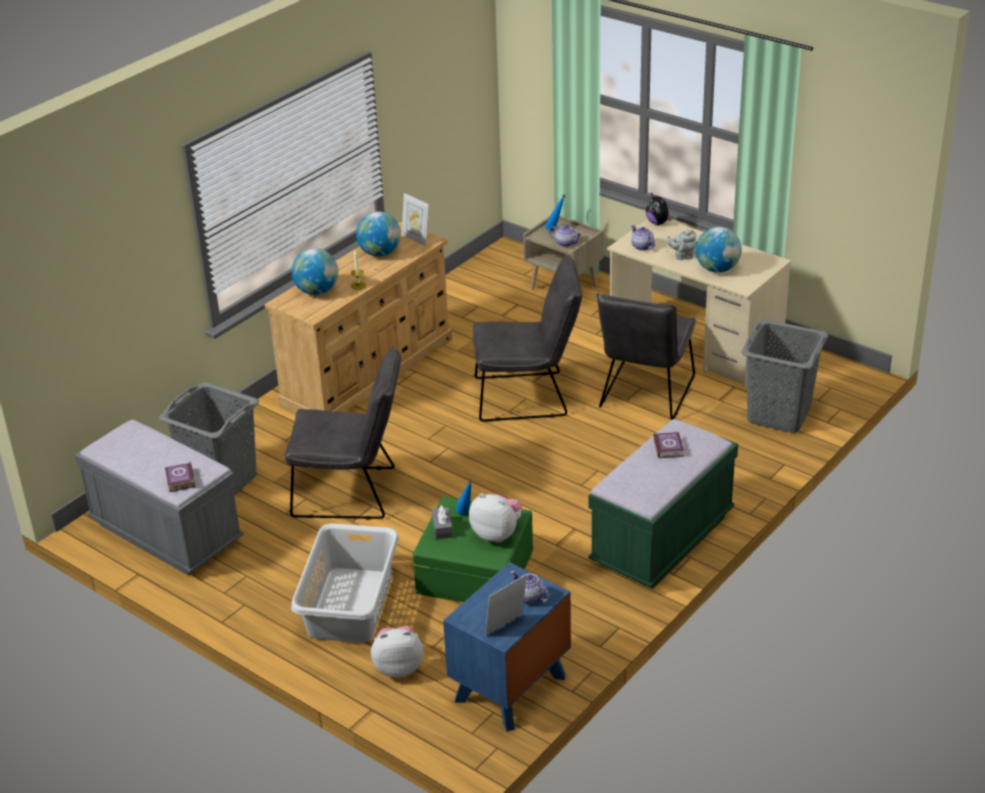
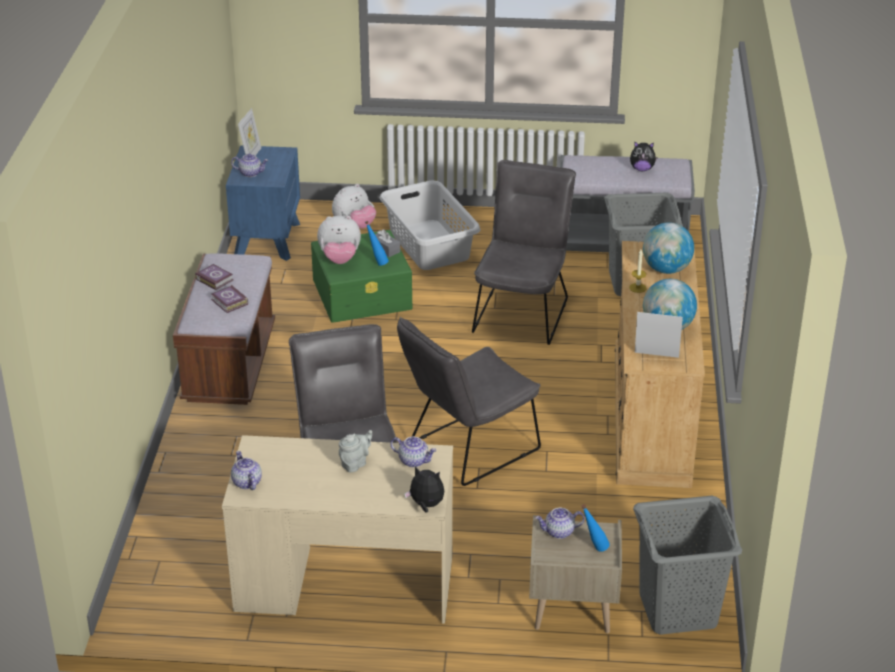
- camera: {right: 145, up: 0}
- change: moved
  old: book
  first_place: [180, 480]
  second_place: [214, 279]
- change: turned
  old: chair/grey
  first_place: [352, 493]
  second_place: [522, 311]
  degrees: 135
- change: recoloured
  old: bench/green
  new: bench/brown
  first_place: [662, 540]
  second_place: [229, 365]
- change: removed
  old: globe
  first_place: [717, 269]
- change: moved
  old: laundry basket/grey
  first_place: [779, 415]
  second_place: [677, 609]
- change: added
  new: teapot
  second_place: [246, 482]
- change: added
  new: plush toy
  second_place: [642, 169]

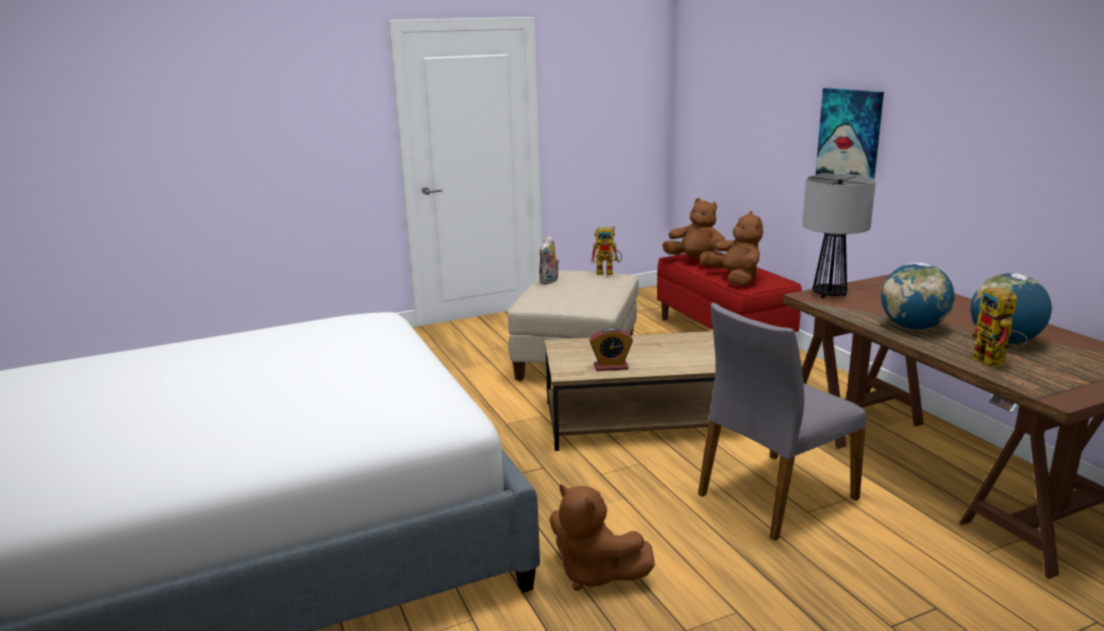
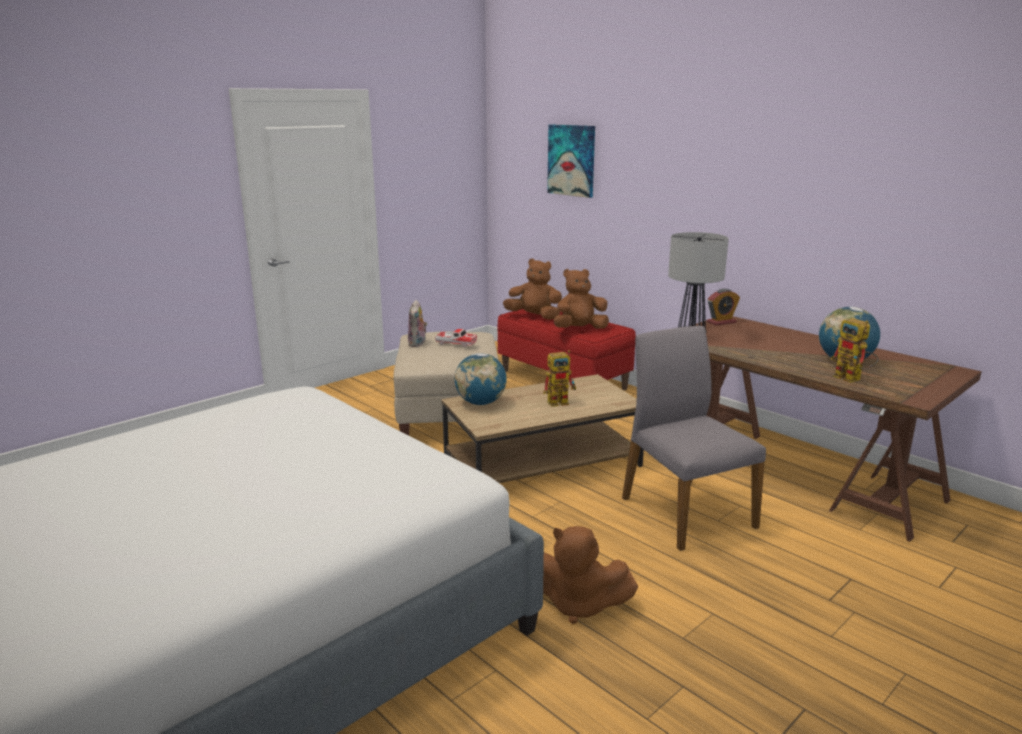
- camera: {right: -20, up: 0}
- change: moved
  old: alarm clock
  first_place: [611, 367]
  second_place: [721, 322]
- change: moved
  old: toy robot
  first_place: [609, 272]
  second_place: [561, 402]
- change: turned
  old: chair/grey
  first_place: [774, 496]
  second_place: [685, 511]
  degrees: 120
- change: turned
  old: plush toy/brown
  first_place: [736, 279]
  second_place: [579, 329]
  degrees: -75
- change: moved
  old: picture
  first_place: [850, 135]
  second_place: [572, 160]
- change: moved
  old: globe
  first_place: [913, 327]
  second_place: [481, 403]
- change: added
  new: toy car
  second_place: [456, 343]

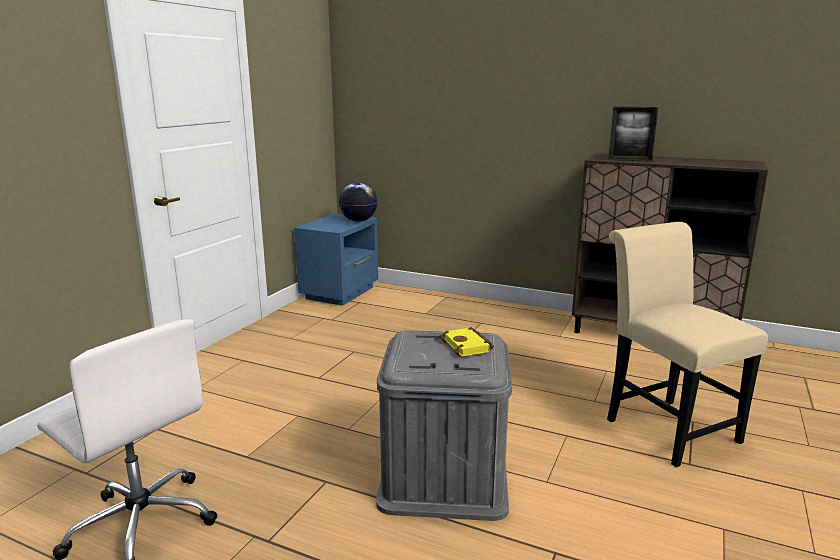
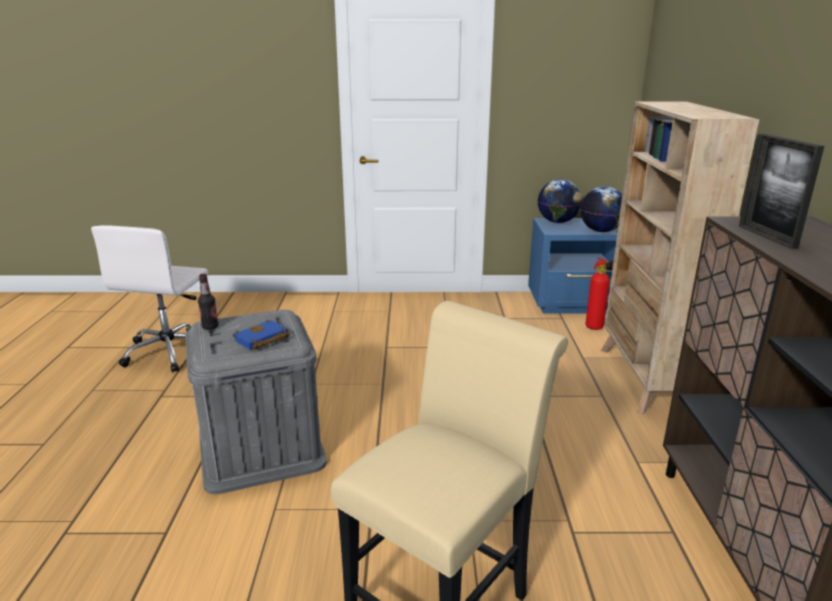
- camera: {right: 65, up: 5}
- change: recoloured
  old: book/yellow
  new: book/blue
  first_place: [468, 346]
  second_place: [261, 340]
- change: added
  new: bottle
  second_place: [210, 327]
- change: added
  new: globe
  second_place: [557, 222]
- change: added
  new: fire extinguisher
  second_place: [597, 327]
- change: added
  new: bookcase/beige
  second_place: [643, 379]

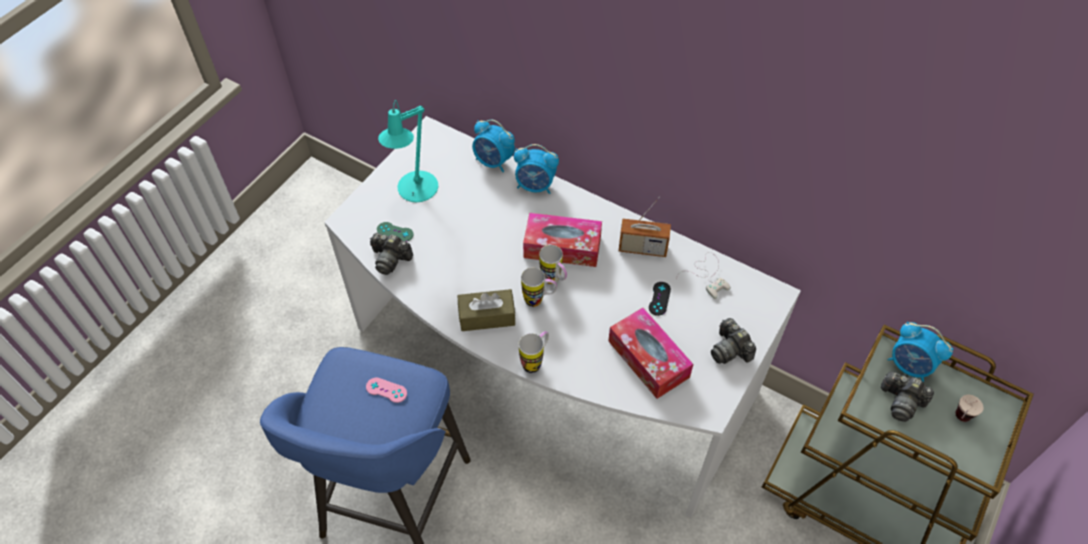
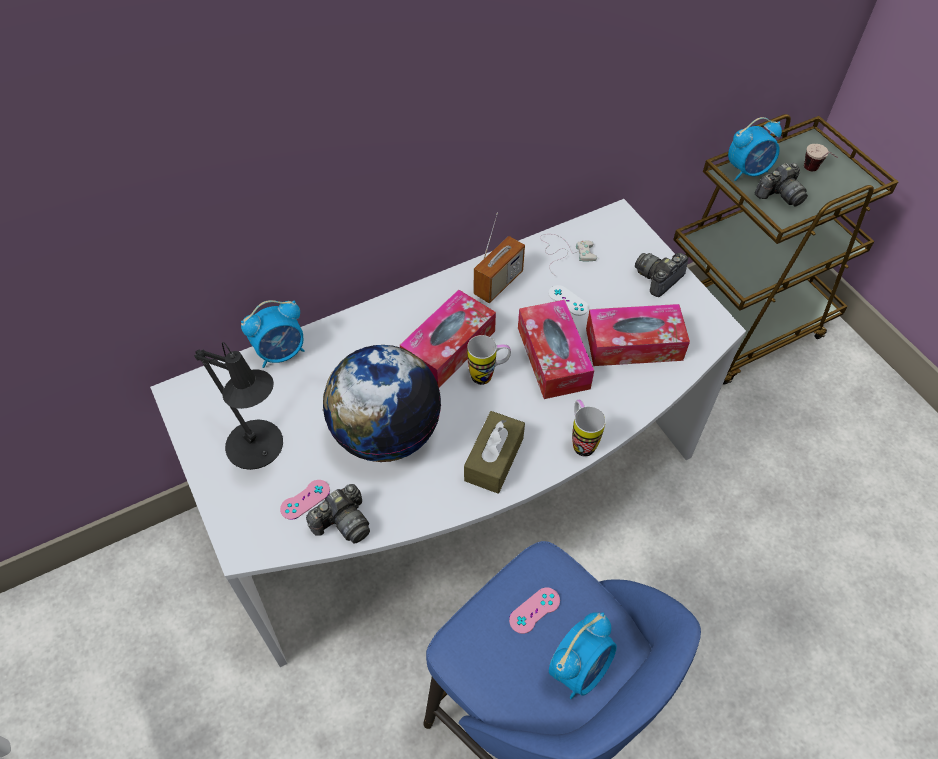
- camera: {right: -60, up: 0}
- change: recoloured
  old: game controller/green
  new: game controller/pink
  first_place: [395, 232]
  second_place: [305, 499]
- change: recoloured
  old: table lamp/turquoise
  new: table lamp/black
  first_place: [415, 191]
  second_place: [260, 450]
- change: moved
  old: alarm clock
  first_place: [535, 186]
  second_place: [580, 668]
- change: removed
  old: mug
  first_place: [539, 300]
- change: recoloured
  old: game controller/black
  new: game controller/white
  first_place: [659, 298]
  second_place: [568, 300]
- change: turned
  old: photo camera
  first_place: [730, 349]
  second_place: [659, 278]
  degrees: 135
- change: added
  new: globe
  second_place: [386, 433]
- change: added
  new: tissue box
  second_place: [553, 357]

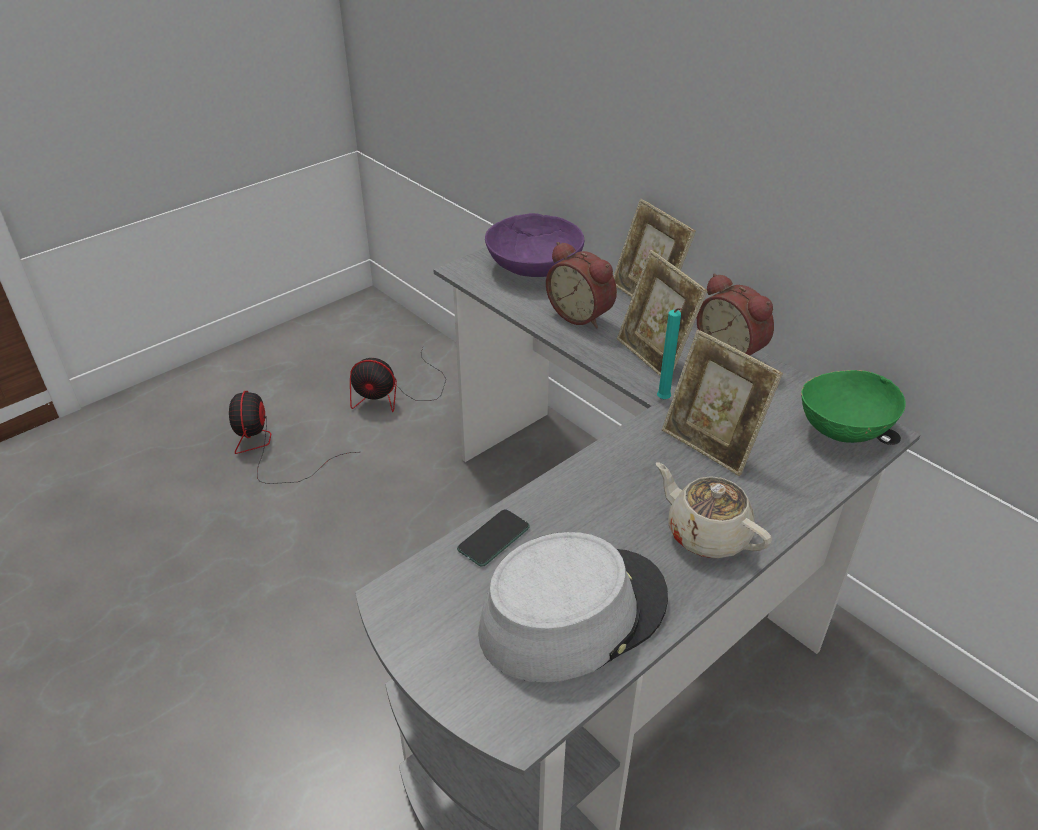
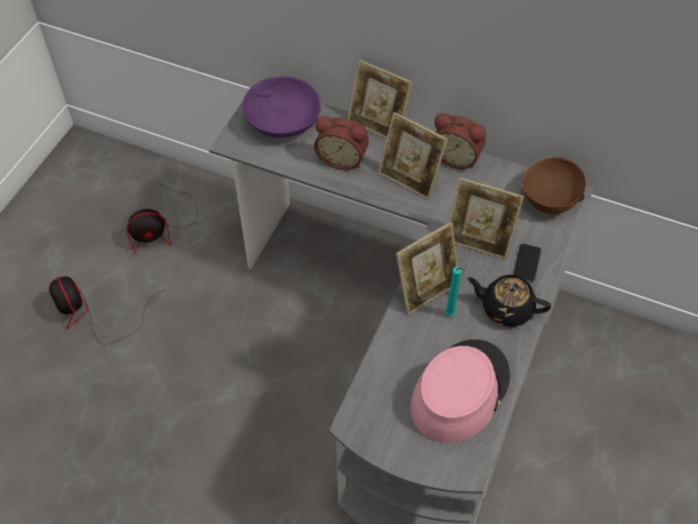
- camera: {right: -25, up: 15}
- change: moved
  old: phone
  first_place: [493, 538]
  second_place: [526, 263]
- change: recoloured
  old: hat/grey
  new: hat/pink
  first_place: [573, 613]
  second_place: [459, 391]
- change: recoloured
  old: teapot/beige
  new: teapot/black
  first_place: [706, 534]
  second_place: [506, 308]
- change: moved
  old: candle/turquoise
  first_place: [664, 401]
  second_place: [451, 315]
- change: recoloured
  old: bowl/green
  new: bowl/brown
  first_place: [843, 427]
  second_place: [549, 198]
- change: added
  new: picture frame
  second_place: [426, 290]

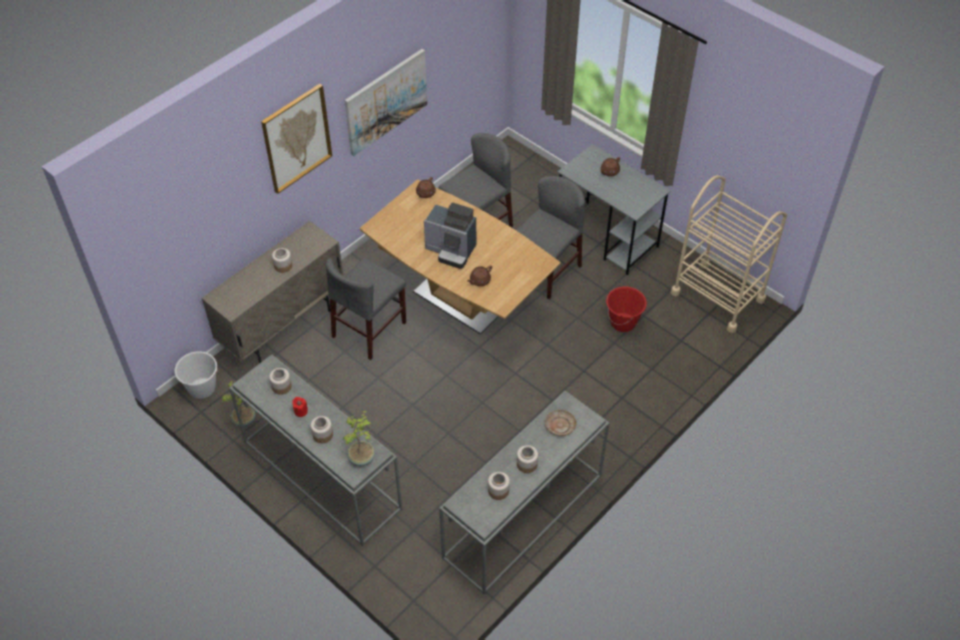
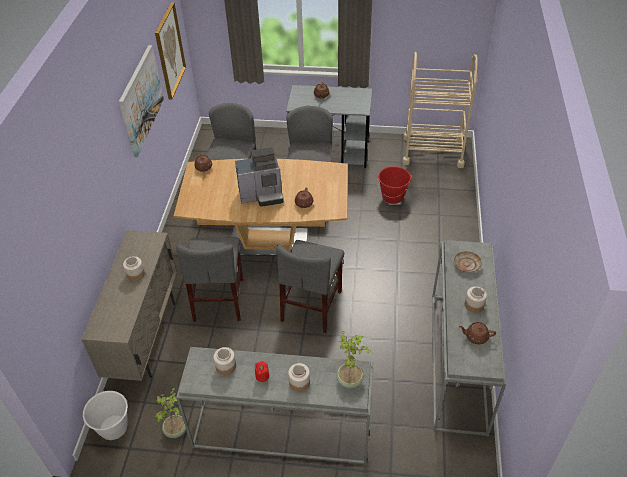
- camera: {right: -35, up: -5}
- change: moved
  old: picture
  first_place: [296, 138]
  second_place: [169, 51]
- change: replaced
  old: jar
  new: teapot/brown
  first_place: [498, 491]
  second_place: [476, 337]
- change: added
  new: chair/grey
  second_place: [311, 306]

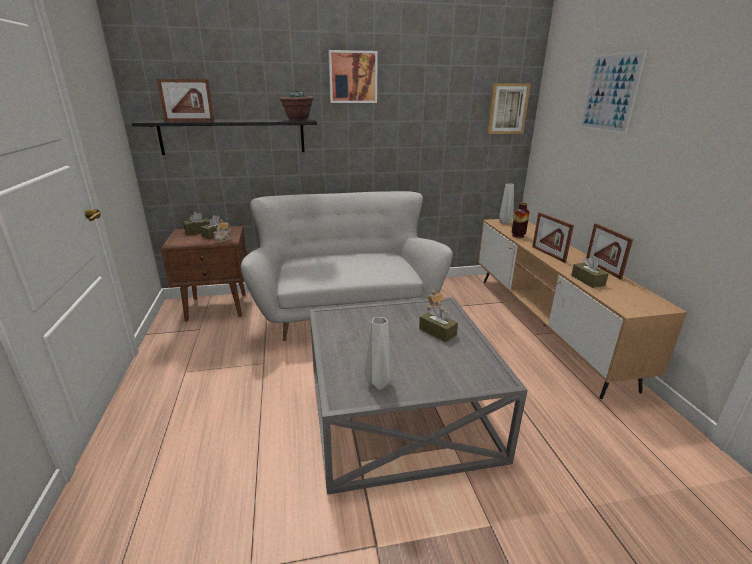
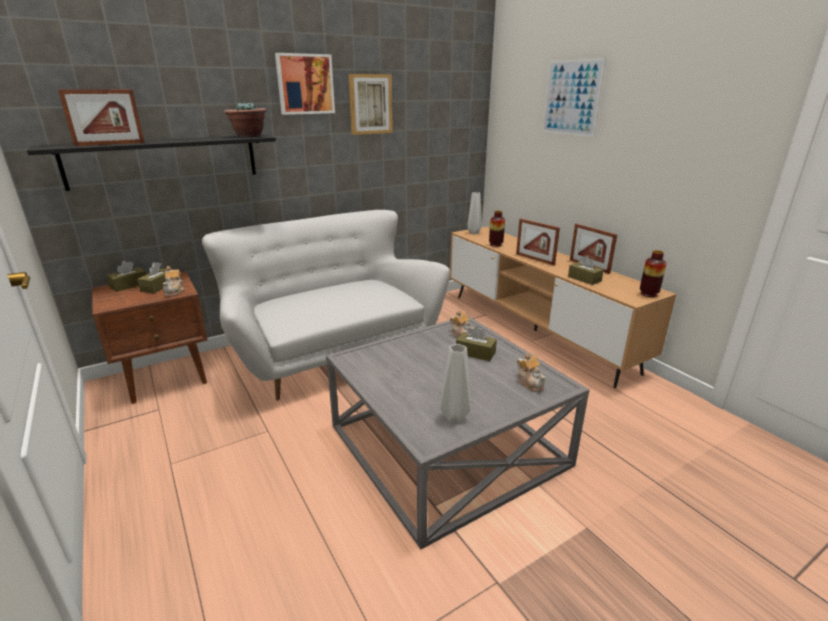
- camera: {right: -20, up: 0}
- change: moved
  old: picture
  first_place: [507, 108]
  second_place: [370, 104]
- change: added
  new: teapot
  second_place: [530, 383]
- change: added
  new: vase
  second_place: [648, 294]

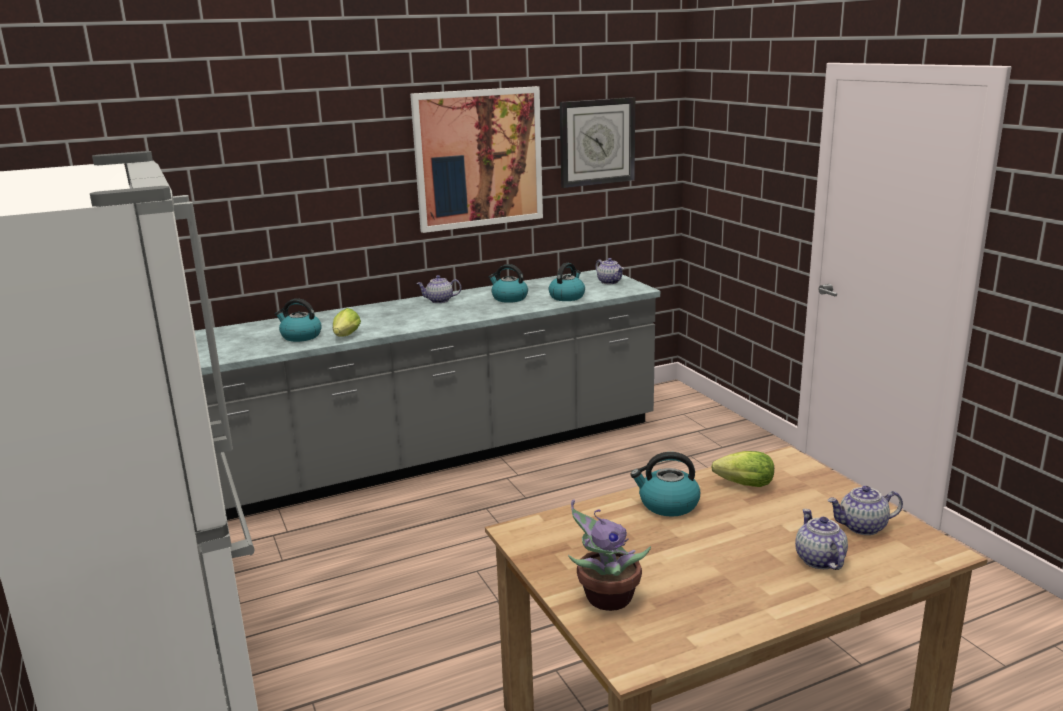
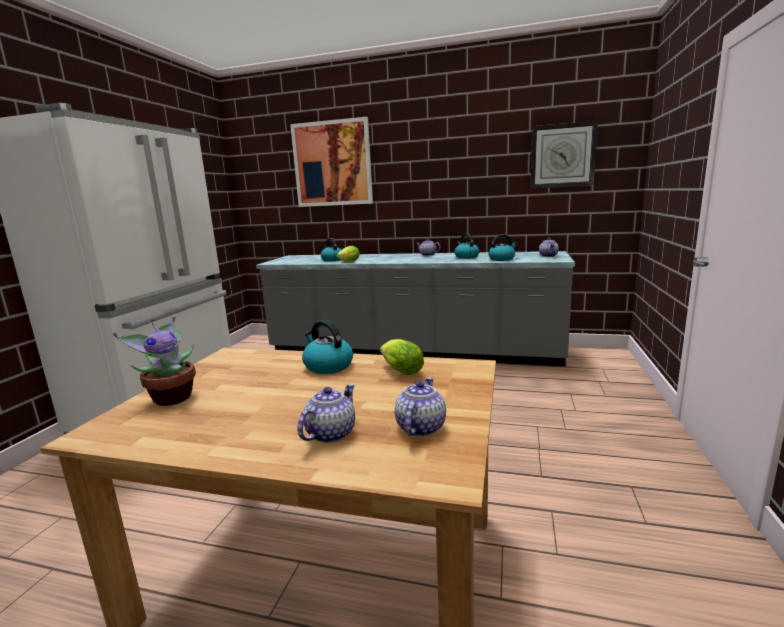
- camera: {right: 40, up: -5}
- change: moved
  old: picture
  first_place: [478, 158]
  second_place: [332, 164]
- change: turned
  old: teapot
  first_place: [862, 527]
  second_place: [420, 427]
  degrees: 75

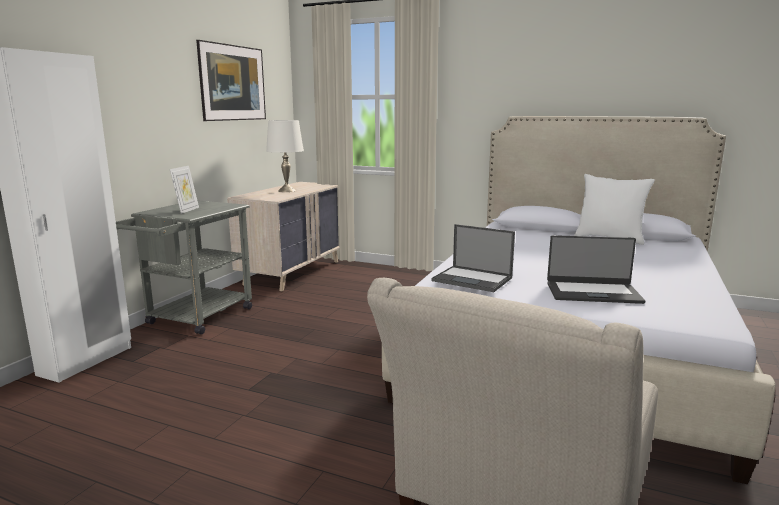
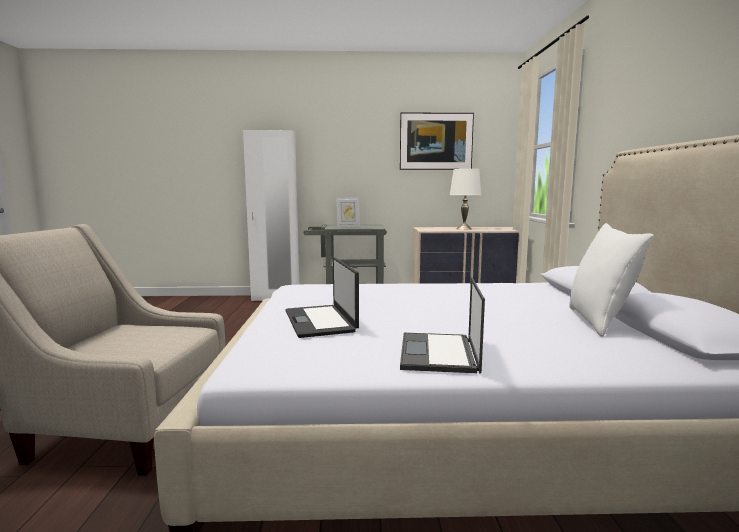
- camera: {right: 65, up: -5}
- change: moved
  old: laptop
  first_place: [473, 279]
  second_place: [439, 353]

